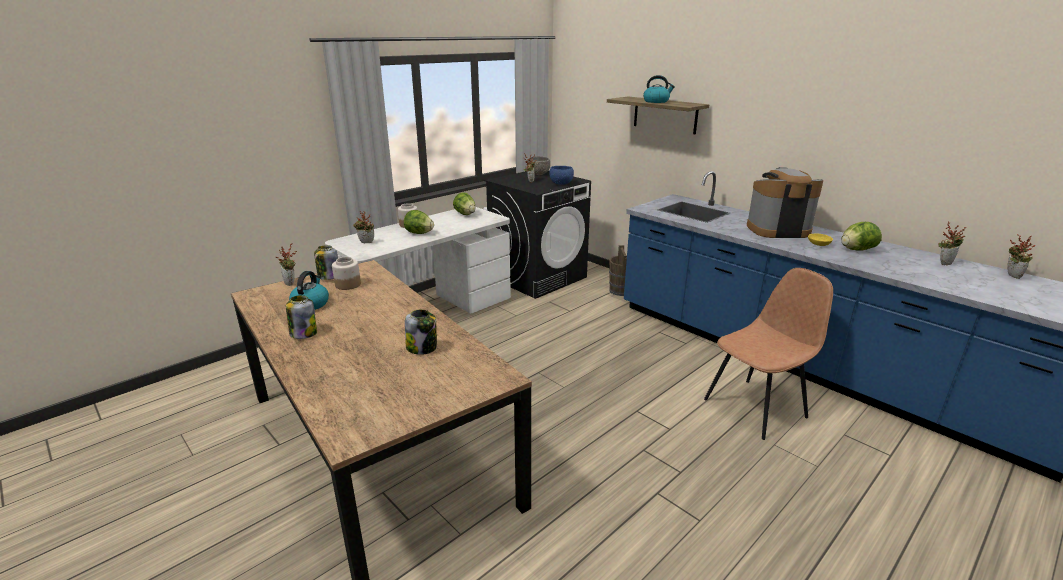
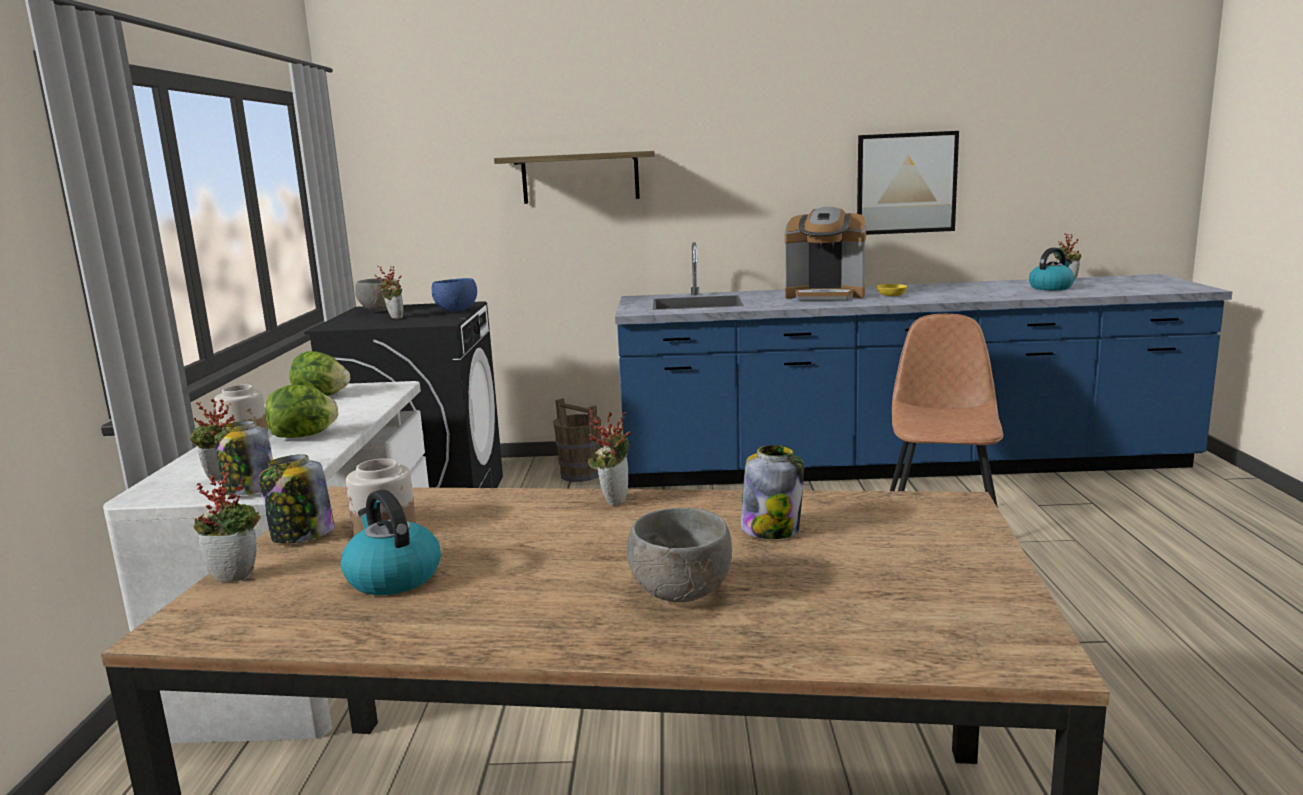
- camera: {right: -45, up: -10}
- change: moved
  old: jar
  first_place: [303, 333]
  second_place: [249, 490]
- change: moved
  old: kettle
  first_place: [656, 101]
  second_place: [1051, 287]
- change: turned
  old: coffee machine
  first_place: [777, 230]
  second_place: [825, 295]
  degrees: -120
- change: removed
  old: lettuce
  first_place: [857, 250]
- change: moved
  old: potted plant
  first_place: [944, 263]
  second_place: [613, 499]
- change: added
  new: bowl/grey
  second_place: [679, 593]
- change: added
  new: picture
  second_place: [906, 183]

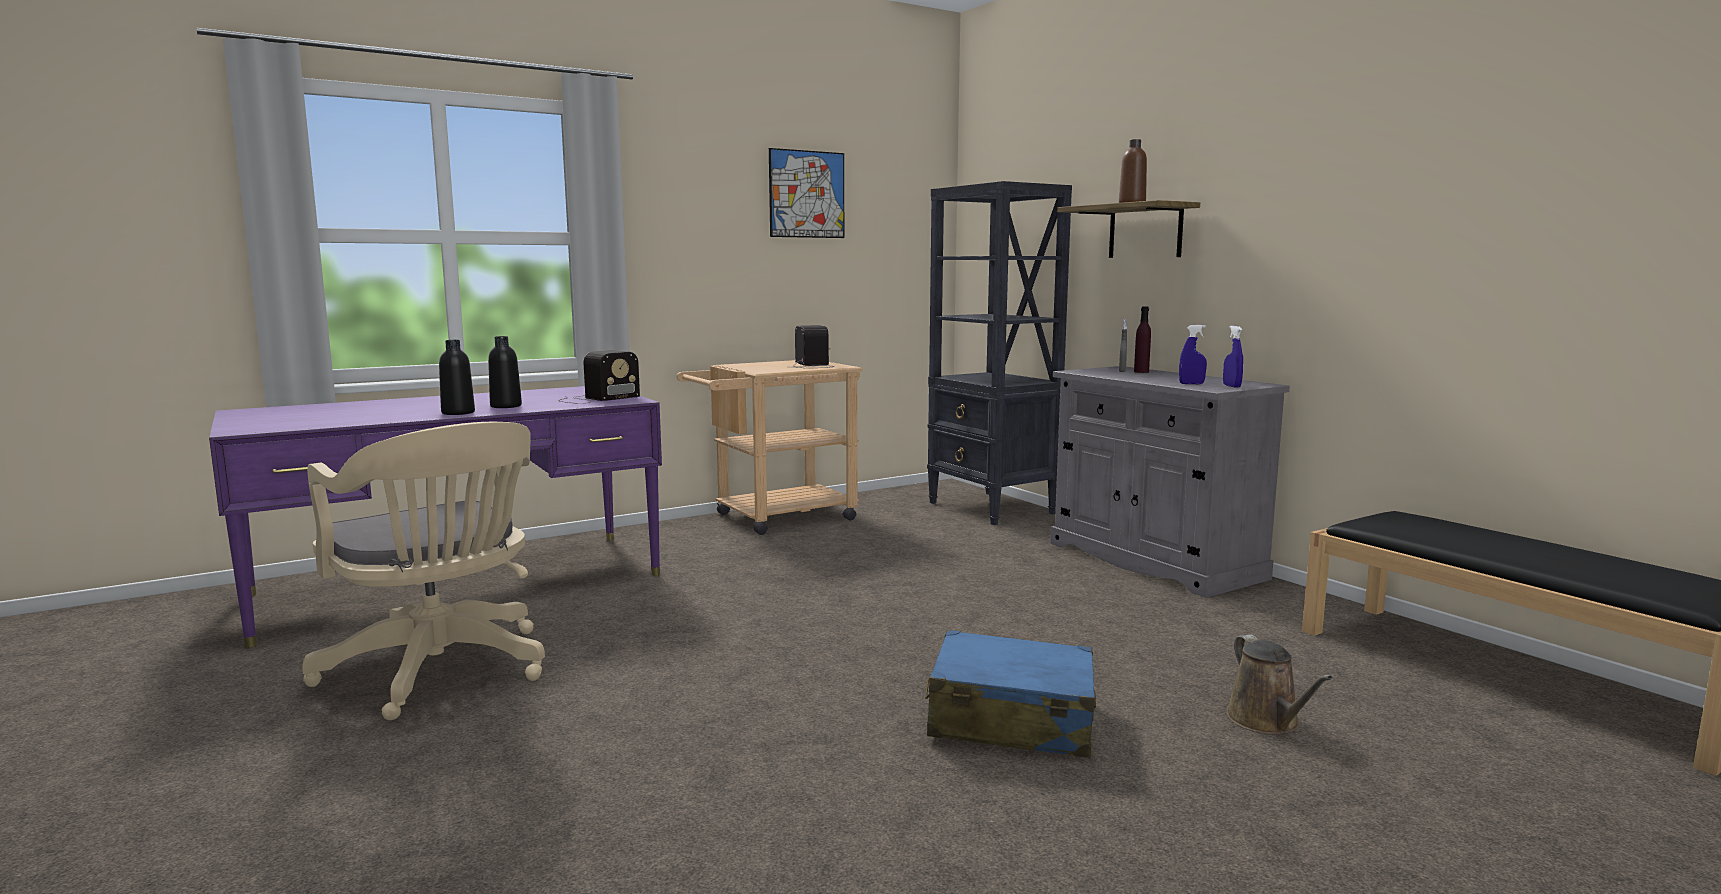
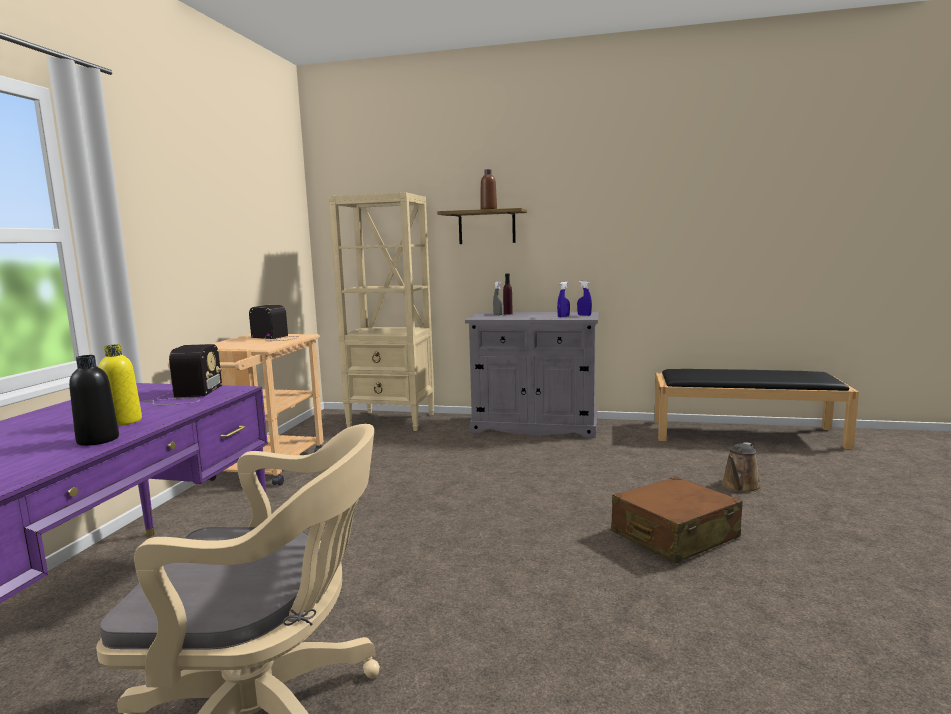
- camera: {right: -45, up: 0}
- change: recoloured
  old: bottle/black
  new: bottle/yellow
  first_place: [506, 406]
  second_place: [123, 421]
- change: removed
  old: picture
  first_place: [807, 194]
- change: recoloured
  old: suitcase/blue
  new: suitcase/brown
  first_place: [1010, 720]
  second_place: [674, 535]
- change: recoloured
  old: bookcase/black
  new: bookcase/beige
  first_place: [992, 508]
  second_place: [392, 421]
- change: turned
  old: watering can/brown
  first_place: [1267, 722]
  second_place: [740, 487]
  degrees: 90

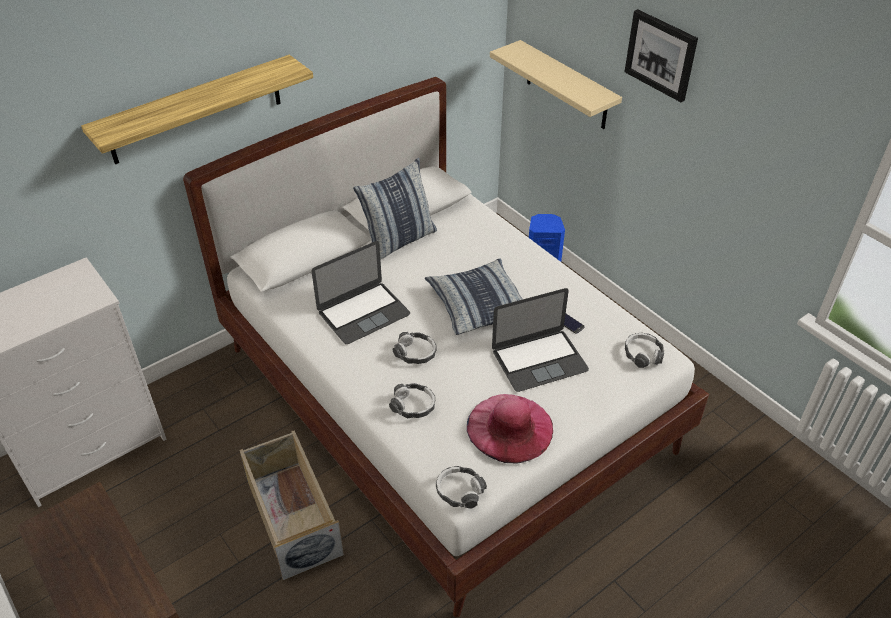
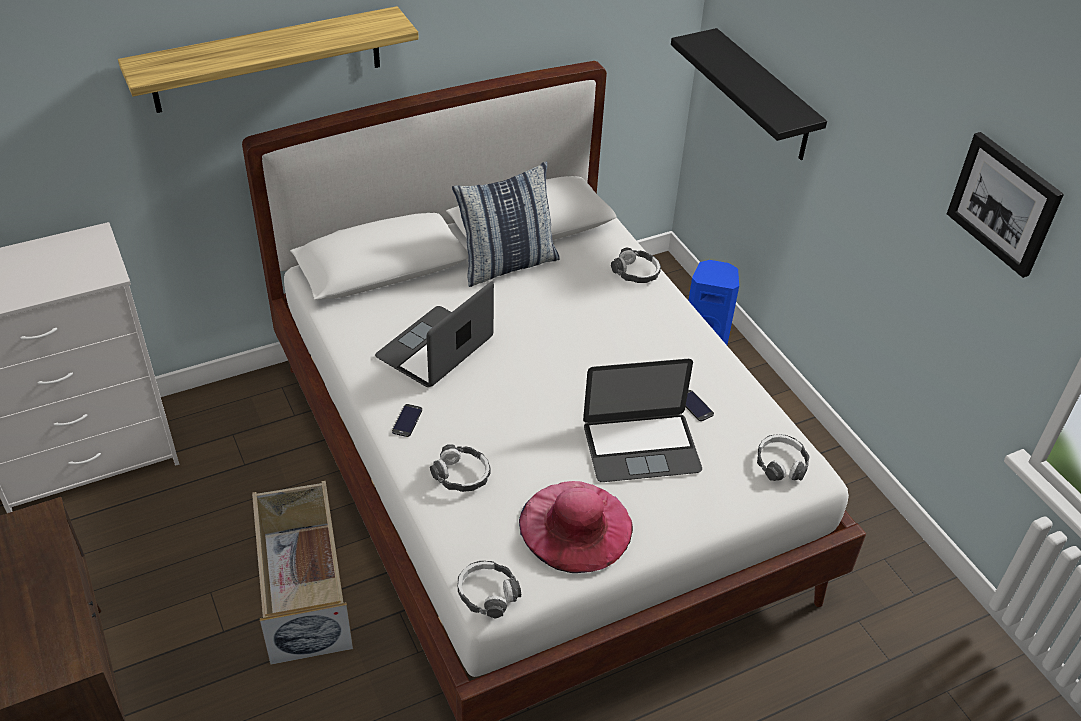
- camera: {right: 10, up: 0}
- change: turned
  old: laptop
  first_place: [363, 313]
  second_place: [435, 347]
  degrees: 150
- change: moved
  old: headphones
  first_place: [415, 353]
  second_place: [636, 272]
- change: removed
  old: pillow
  first_place: [478, 304]
- change: recoloured
  old: shelf/beige
  new: shelf/black
  first_place: [567, 86]
  second_place: [764, 97]
- change: moved
  old: picture
  first_place: [661, 55]
  second_place: [1004, 203]
- change: added
  new: phone
  second_place: [407, 420]

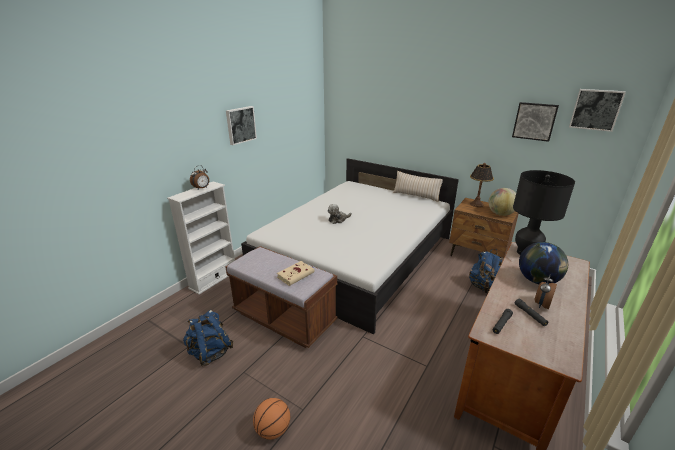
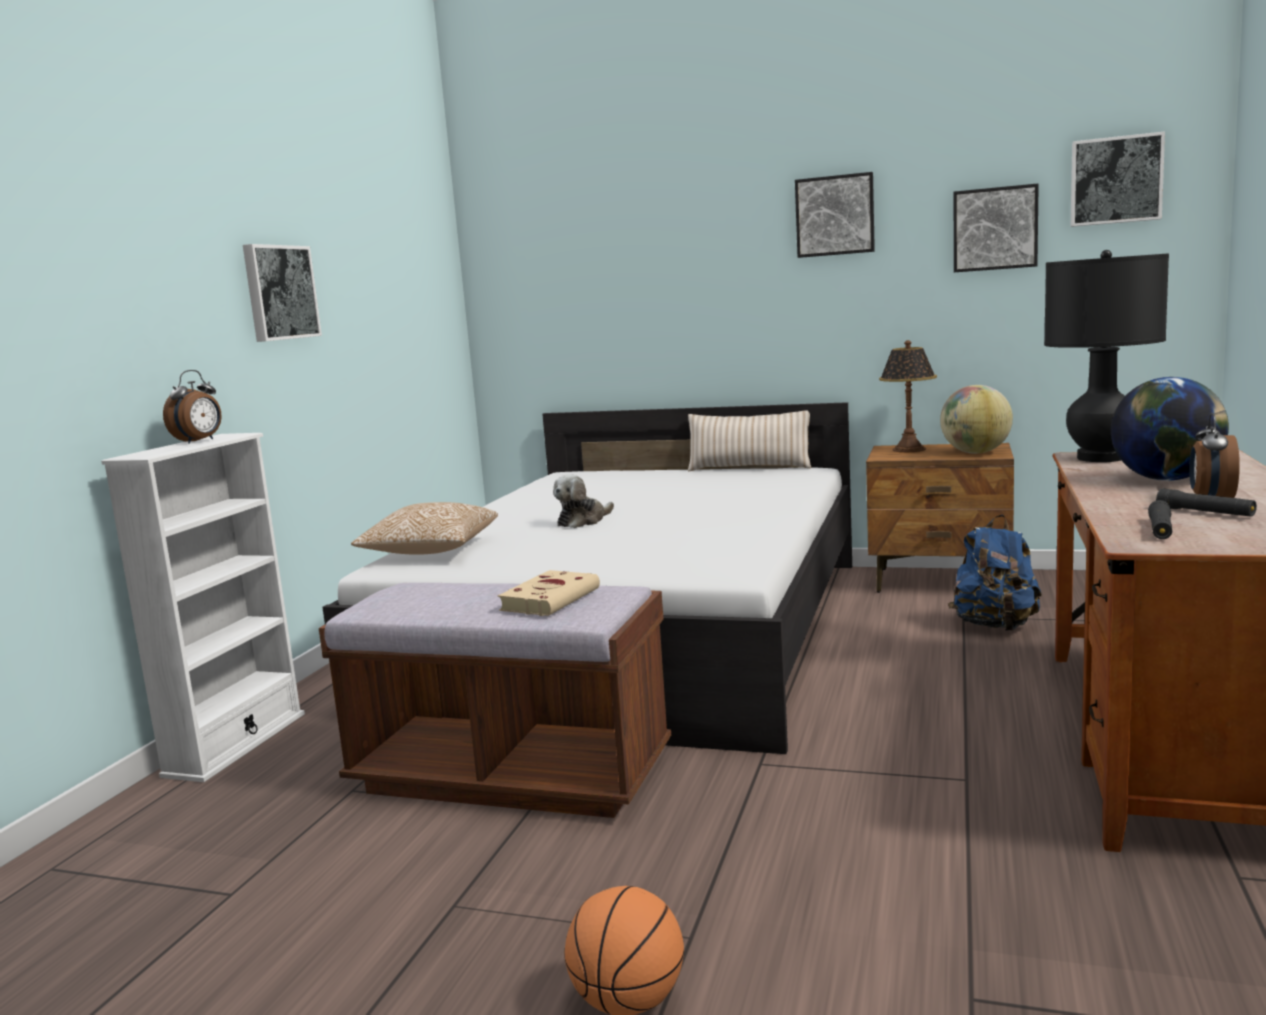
- camera: {right: -15, up: -15}
- change: removed
  old: backpack/blue
  first_place: [210, 353]
- change: added
  new: pillow
  second_place: [430, 551]
- change: added
  new: picture
  second_place: [835, 216]

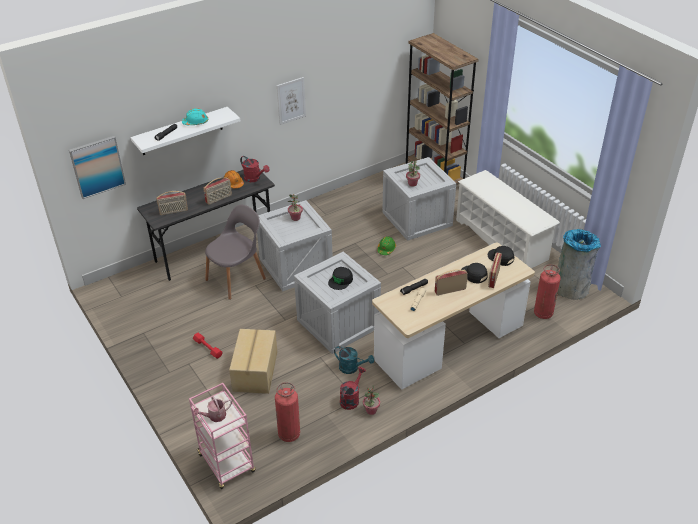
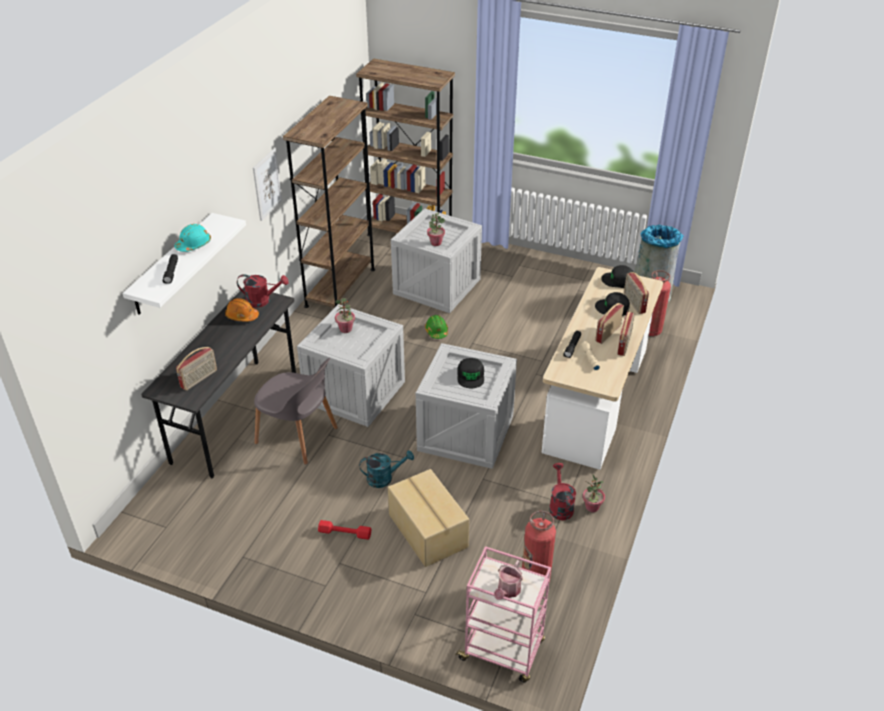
- camera: {right: -35, up: 0}
- change: removed
  old: picture
  first_place: [97, 166]
- change: moved
  old: radio
  first_place: [219, 199]
  second_place: [624, 344]
- change: turned
  old: chair/grey
  first_place: [237, 278]
  second_place: [298, 437]
  degrees: 105
- change: moved
  old: watering can/turquoise
  first_place: [352, 368]
  second_place: [384, 478]
- change: removed
  old: shoe rack/white
  first_place: [502, 240]
- change: added
  new: bookcase/brown
  second_place: [340, 287]

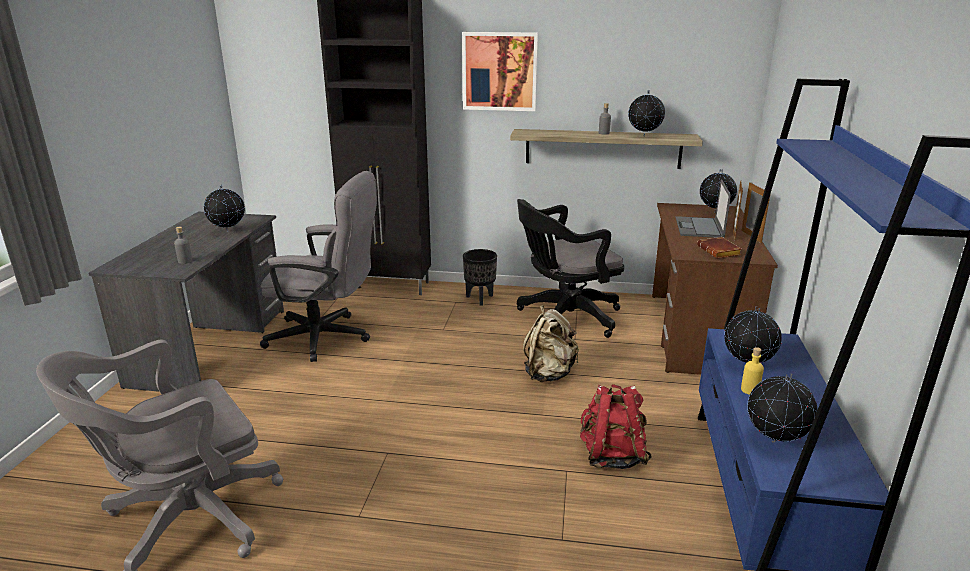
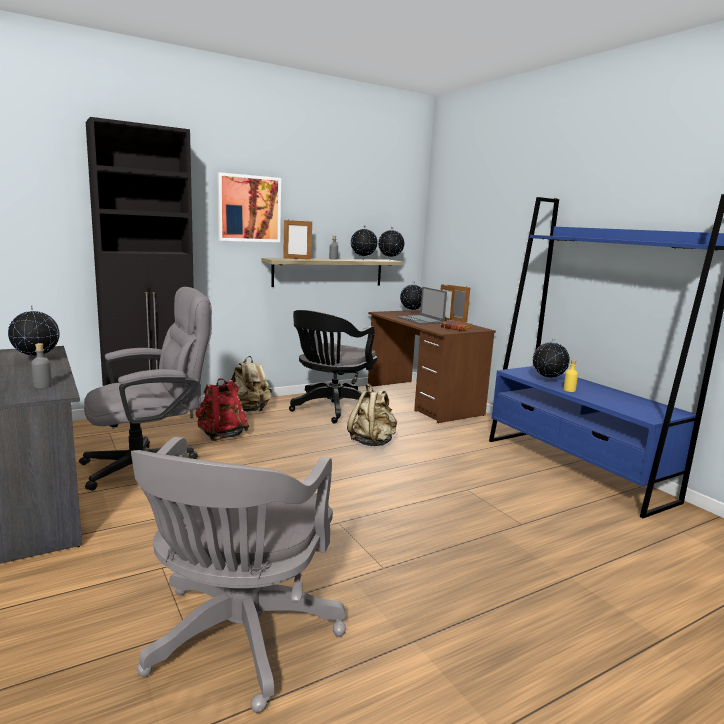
- camera: {right: -40, up: -10}
- change: replaced
  old: planter/black
  new: backpack/beige
  first_place: [480, 299]
  second_place: [249, 411]
- change: moved
  old: backpack/red
  first_place: [611, 456]
  second_place: [221, 435]
- change: moved
  old: globe
  first_place: [774, 442]
  second_place: [390, 260]
- change: added
  new: picture frame
  second_place: [297, 258]

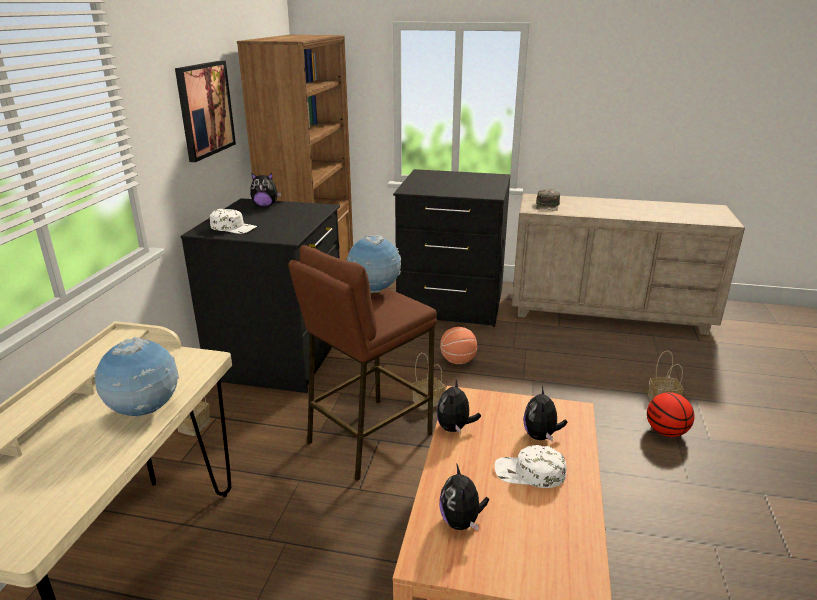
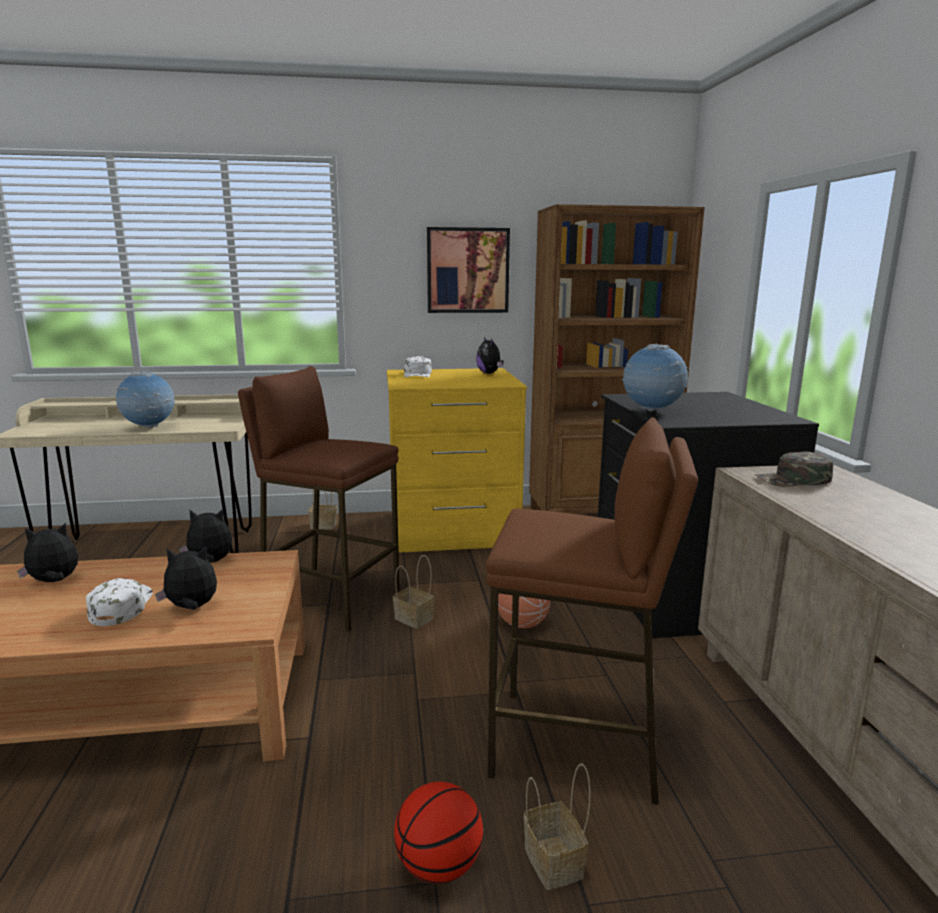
- camera: {right: 70, up: -10}
- change: recoloured
  old: dresser/black
  new: dresser/yellow
  first_place: [281, 356]
  second_place: [452, 530]
- change: moved
  old: globe
  first_place: [374, 291]
  second_place: [652, 411]
- change: added
  new: stool/brown
  second_place: [576, 746]

